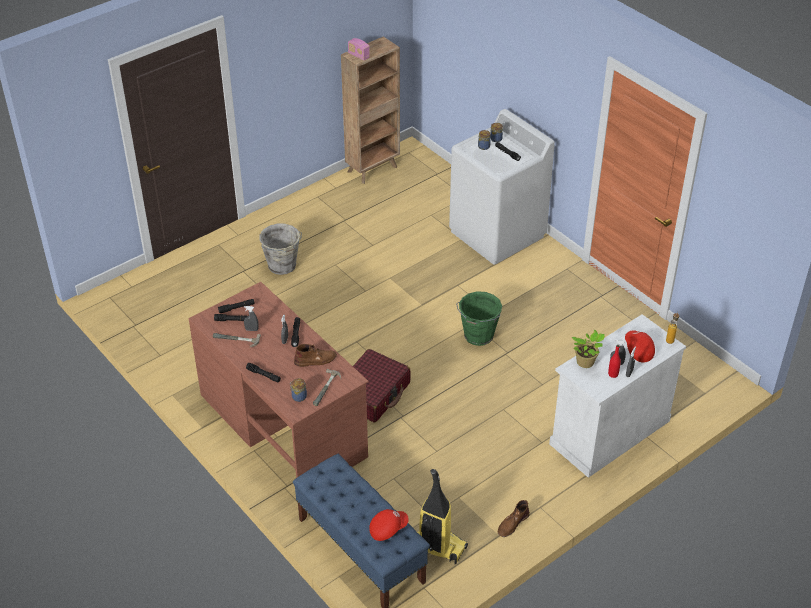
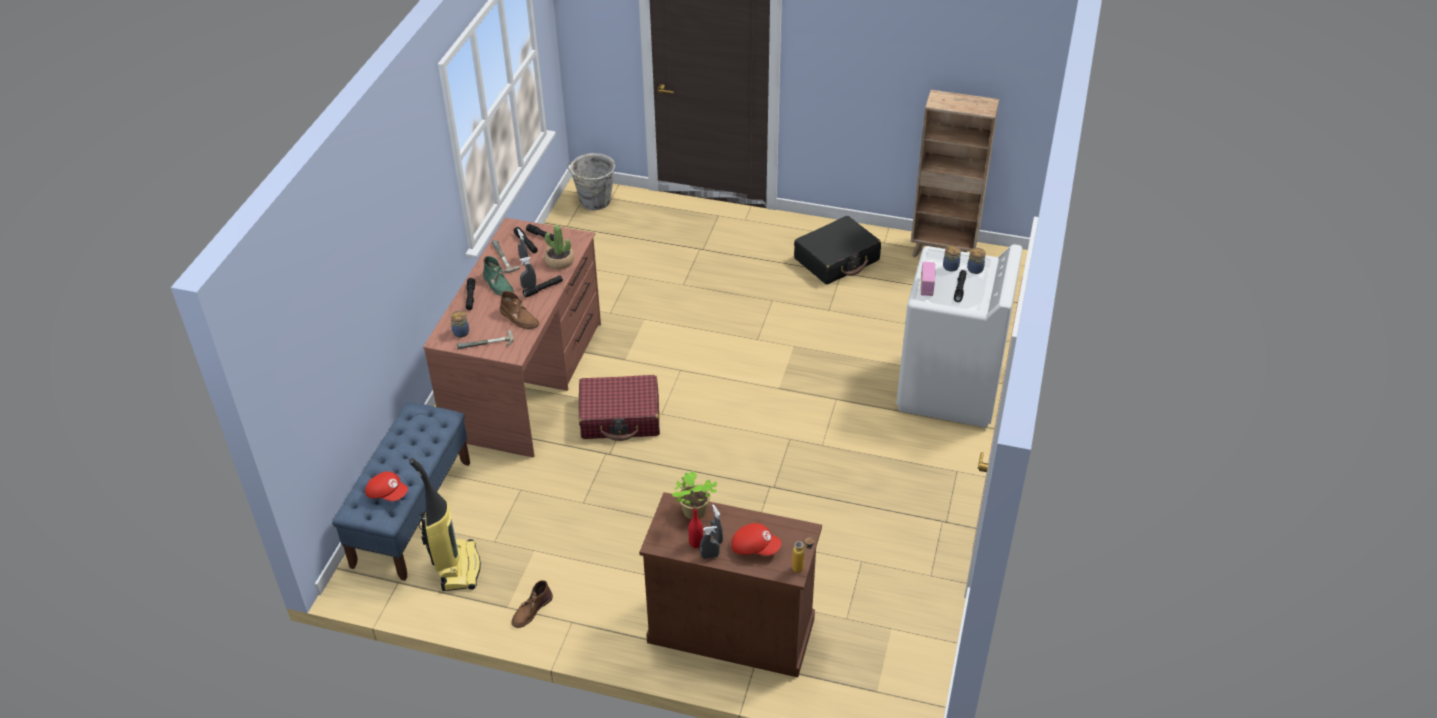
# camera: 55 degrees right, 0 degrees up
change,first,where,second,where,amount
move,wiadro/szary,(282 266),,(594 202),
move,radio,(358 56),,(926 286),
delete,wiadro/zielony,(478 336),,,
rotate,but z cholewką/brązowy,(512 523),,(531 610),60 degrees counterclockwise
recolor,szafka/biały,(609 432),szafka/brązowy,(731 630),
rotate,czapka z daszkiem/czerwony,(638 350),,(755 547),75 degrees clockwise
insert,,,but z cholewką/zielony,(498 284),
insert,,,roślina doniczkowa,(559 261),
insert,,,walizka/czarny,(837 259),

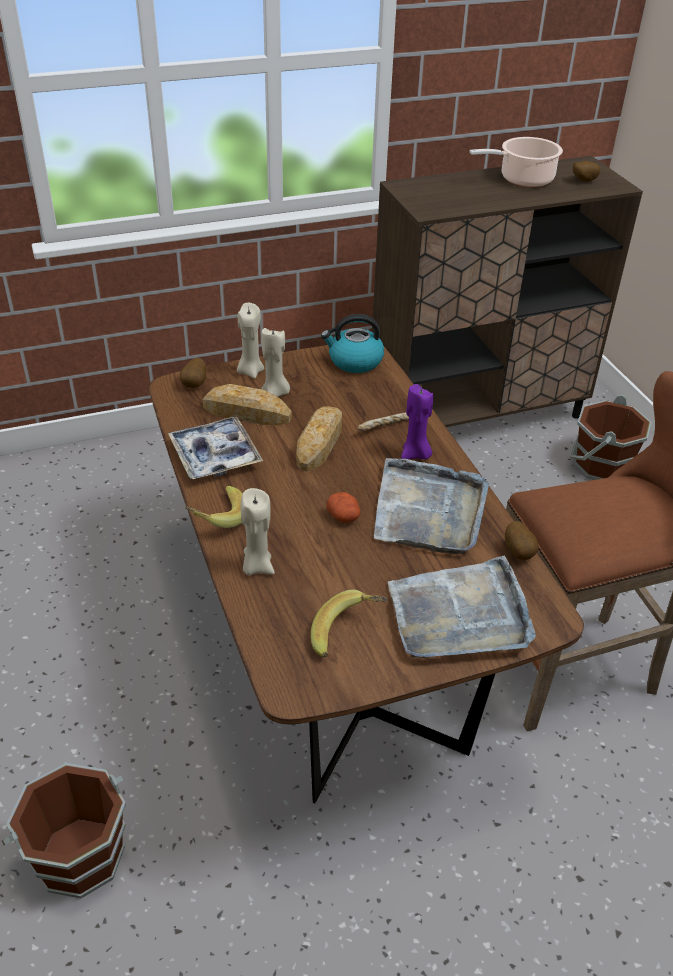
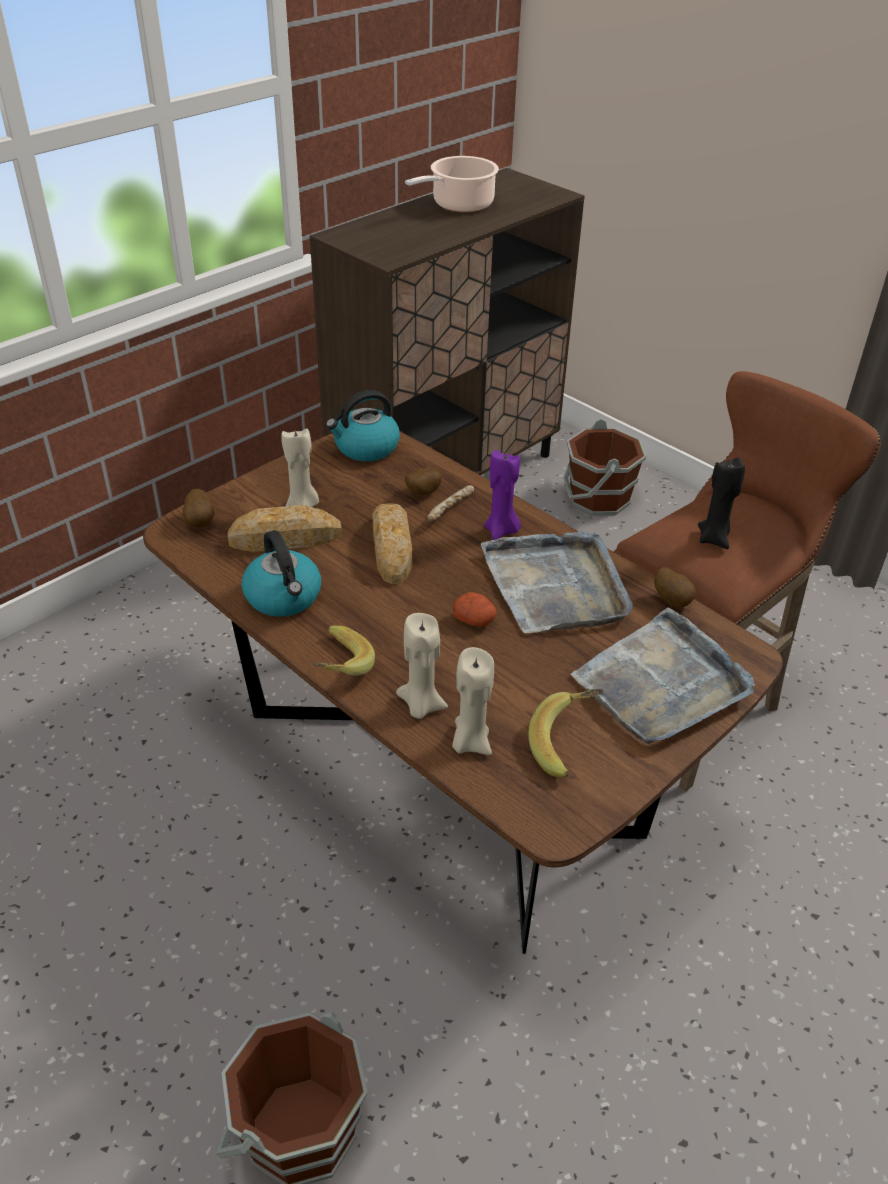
# camera: 25 degrees left, 0 degrees up
change,first,where,second,where,amount
replace,taca,(215 455),czajnik,(284 597),
move,świeca/beżowy,(250 371),,(470 742),
move,ziemniak,(583 181),,(422 493),
insert,,,świeca/czarny,(714 538),

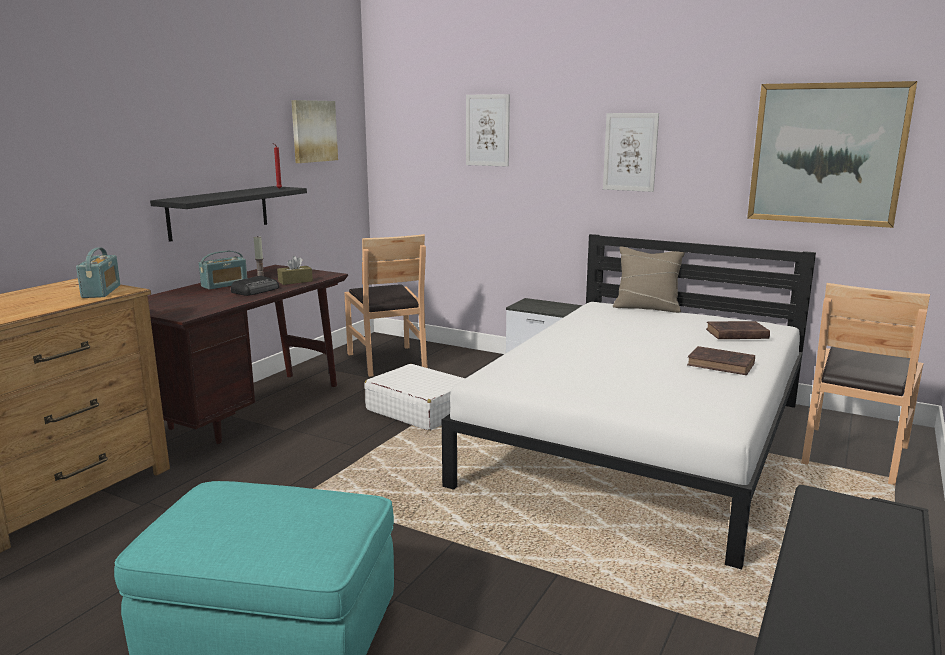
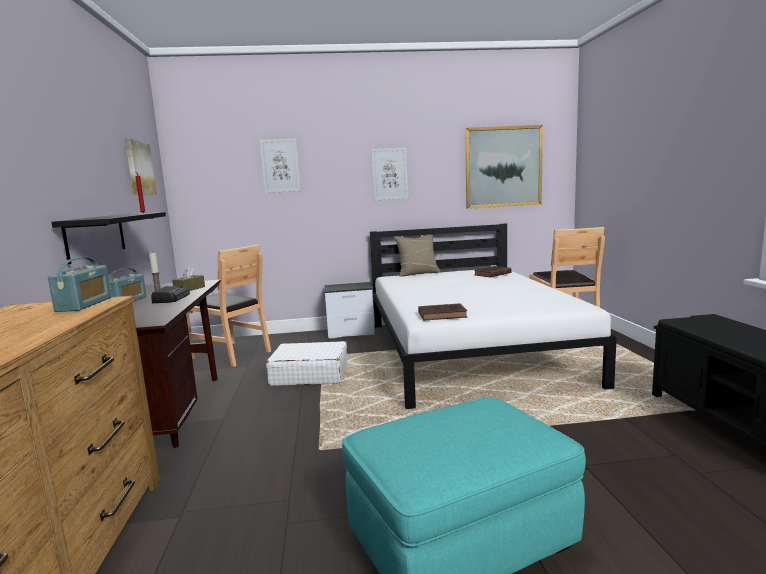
# camera: 35 degrees left, 5 degrees down
change,first,where,second,where,amount
rotate,radio,(101 291),,(84 304),45 degrees clockwise
move,książka/brązowy,(722 365),,(443 315),

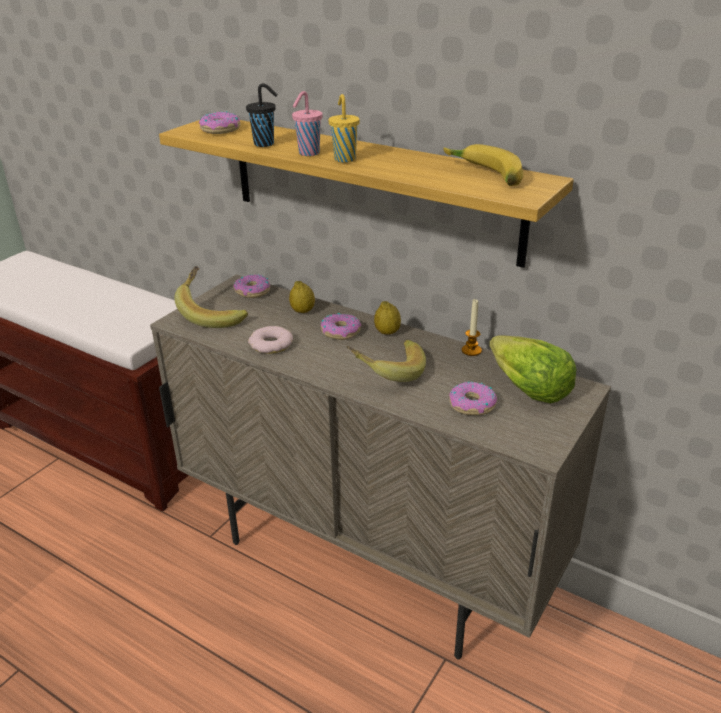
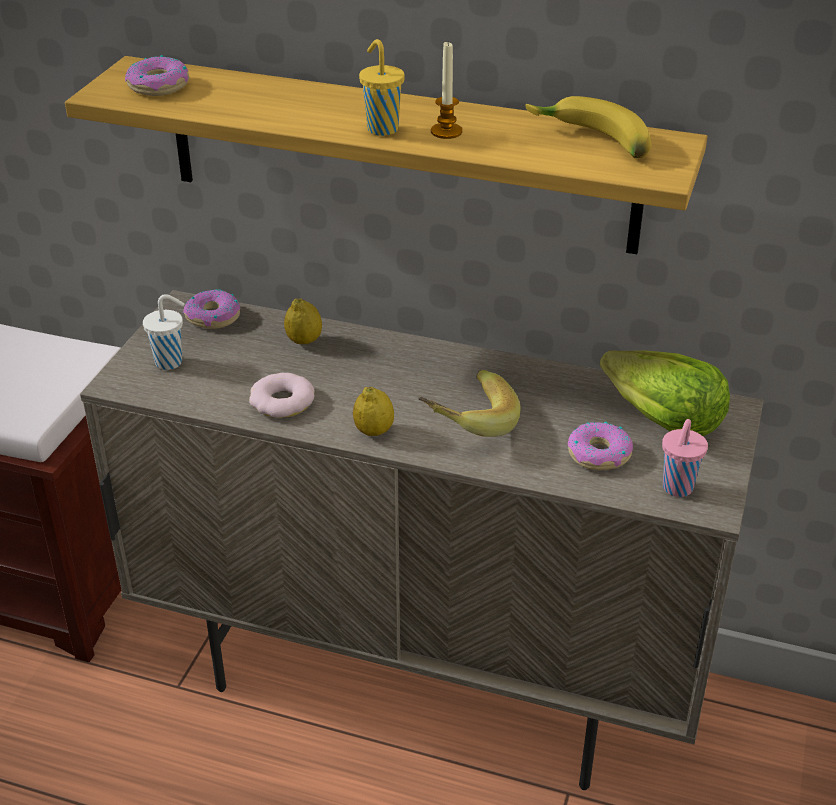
# camera: 15 degrees left, 5 degrees up
change,first,where,second,where,amount
replace,banan,(213 313),filiżanka/biały,(170 362),
delete,filiżanka/czarny,(265 144),,,
move,filiżanka/różowy,(308 153),,(677 489),
delete,donut,(340 332),,,
move,cytryna,(387 332),,(374 431),
move,świeca,(471 350),,(446 132),

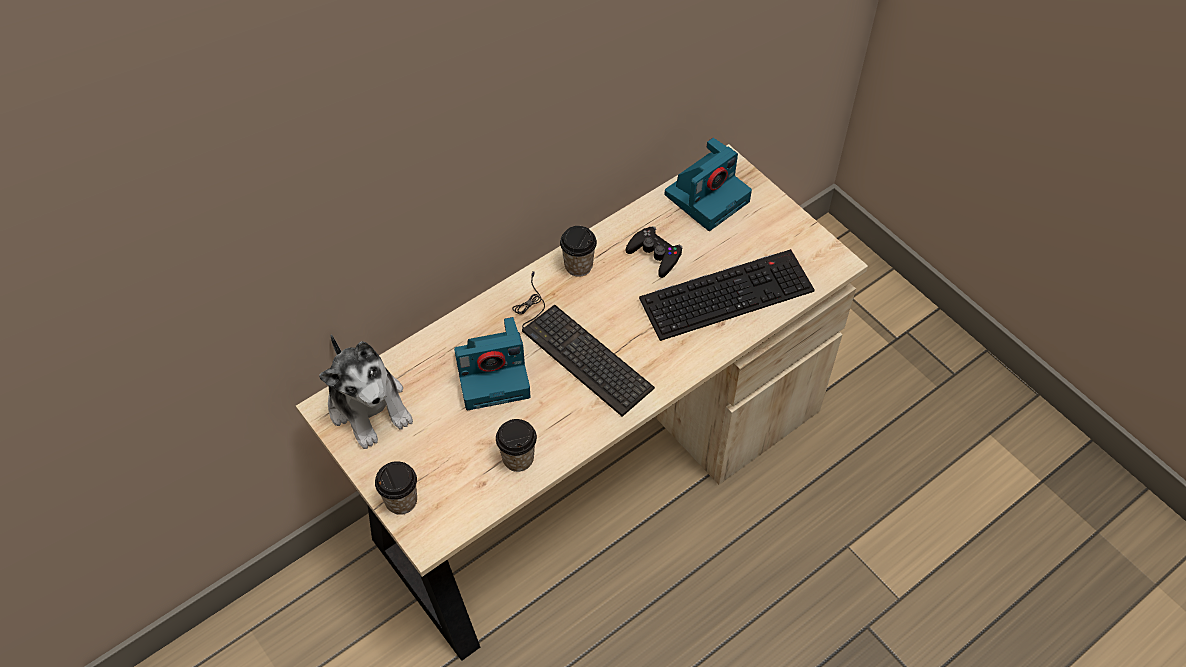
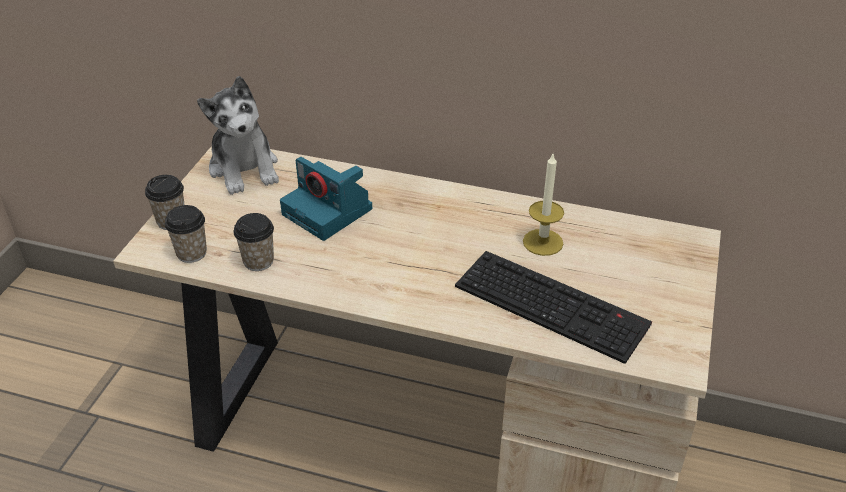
# camera: 55 degrees right, 15 degrees down
change,first,where,second,where,amount
rotate,pluszak,(369 405),,(245 168),45 degrees counterclockwise
delete,klawiatura,(576 347),,,
move,filiżanka,(578 266),,(191 253),
replace,pad do gier/czarny,(655 255),świeca,(543 242),
delete,aparat fotograficzny,(707 196),,,

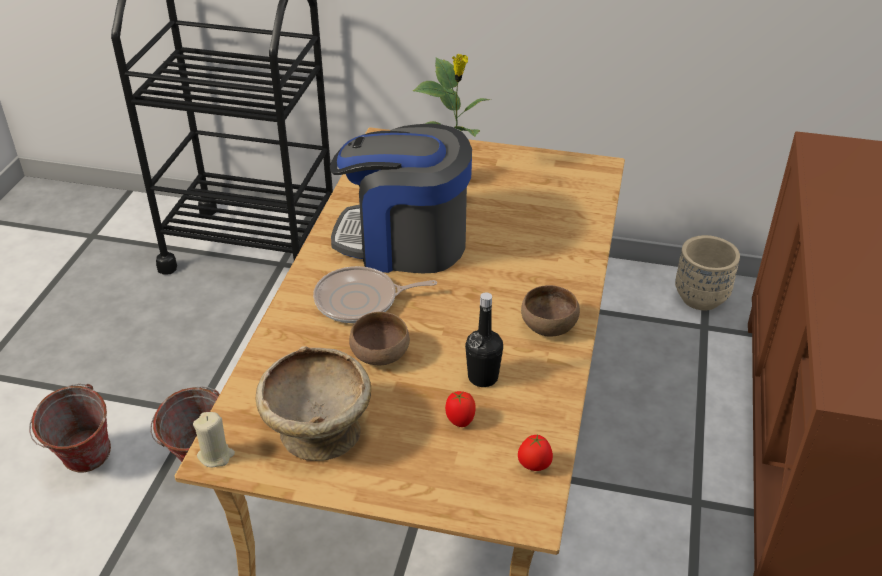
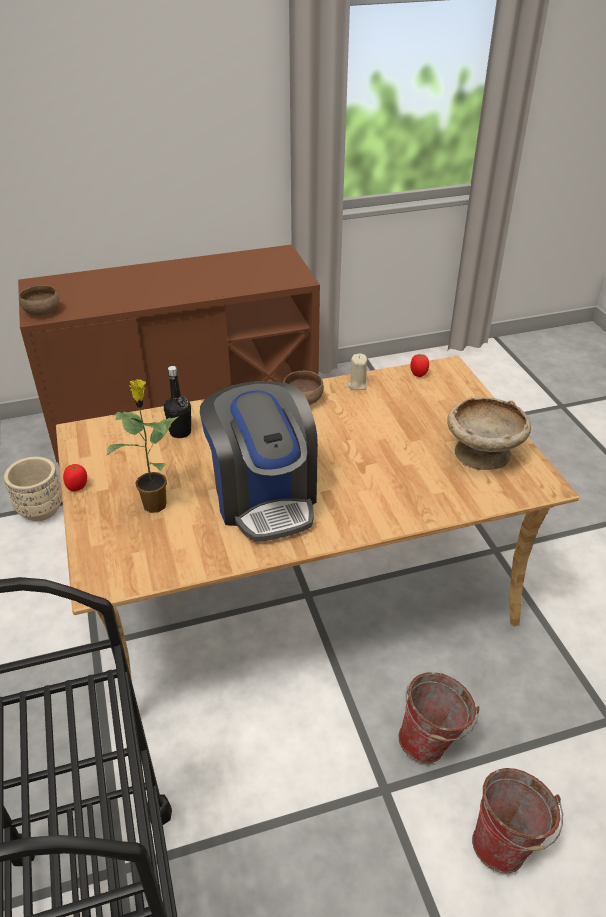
# camera: 120 degrees left, 0 degrees up
change,first,where,second,where,amount
move,świeca/beżowy,(216 455),,(357 385),
delete,patelnia,(360 301),,,
move,miska/brązowy,(381 355),,(42 311),
move,pomidor,(460 420),,(78 487),
move,butelka/czarny,(483 377),,(180 432),

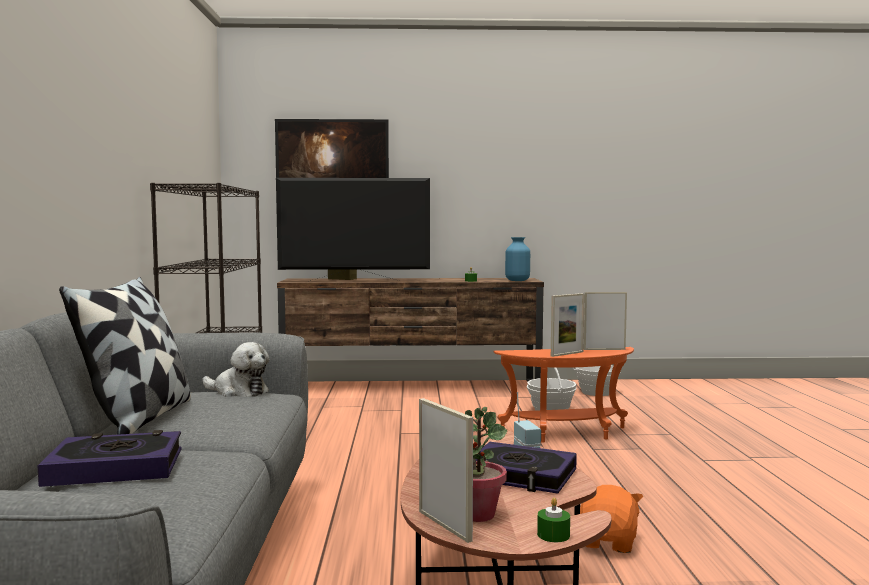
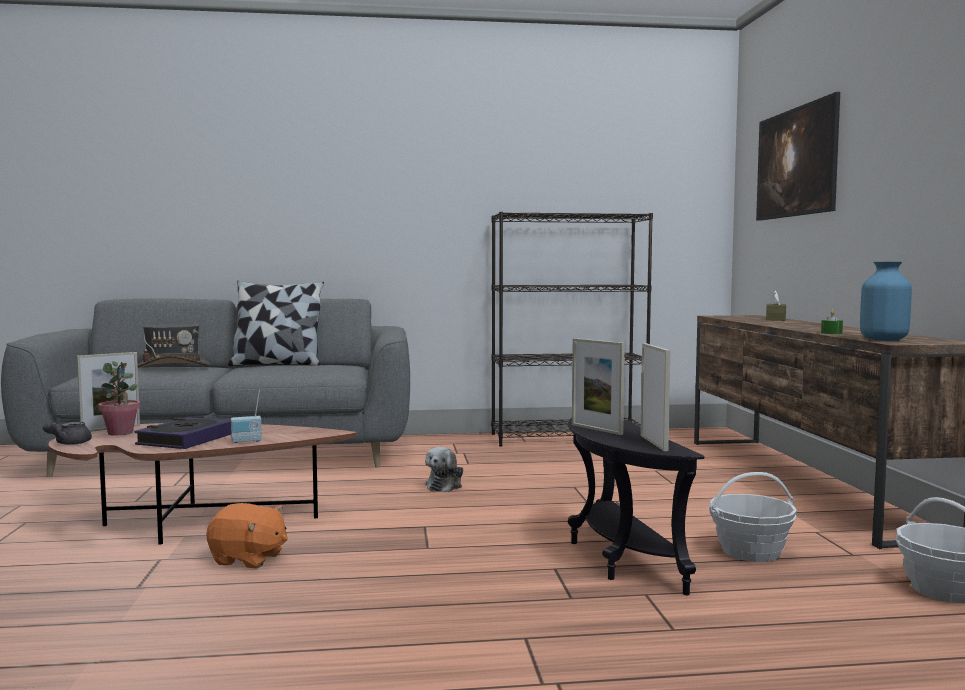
# camera: 85 degrees right, 0 degrees up
change,first,where,second,where,amount
replace,książka,(115 468),kapelusz/szary,(173 367),
move,pluszak,(238 392),,(445 485),
delete,telewizor,(354 281),,,
recolor,stolik/pomarańczowy,(568 435),stolik/czarny,(617 557),
replace,świeca/zielony,(553 535),imbryk/szary,(68 443),

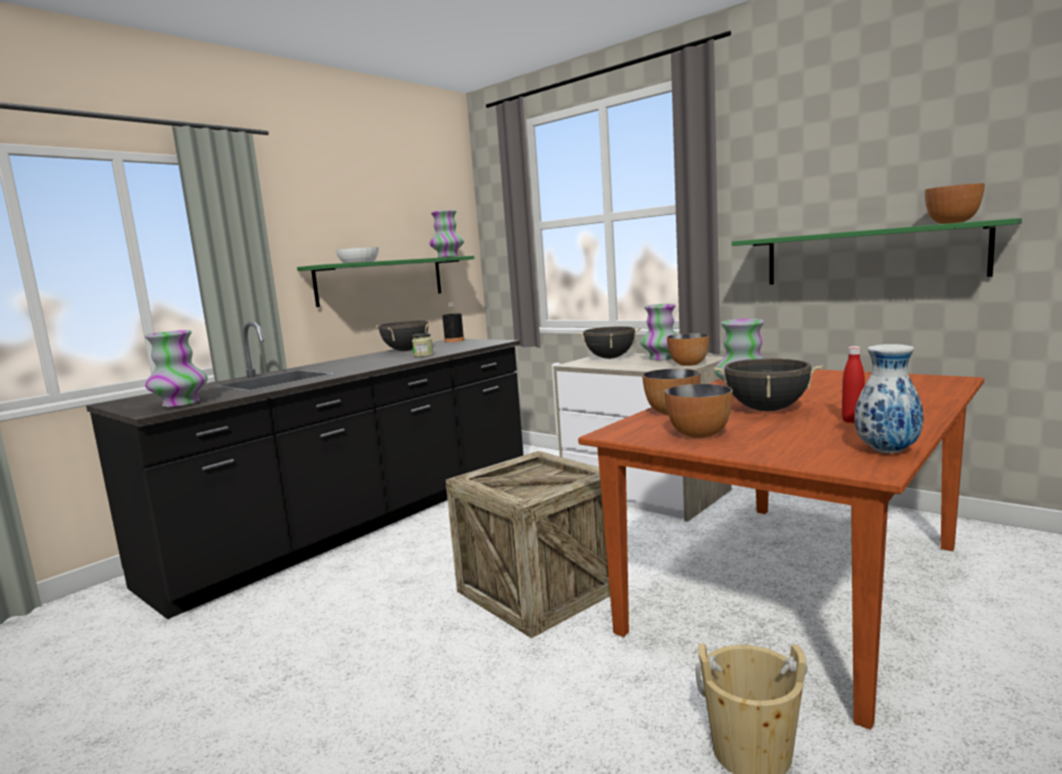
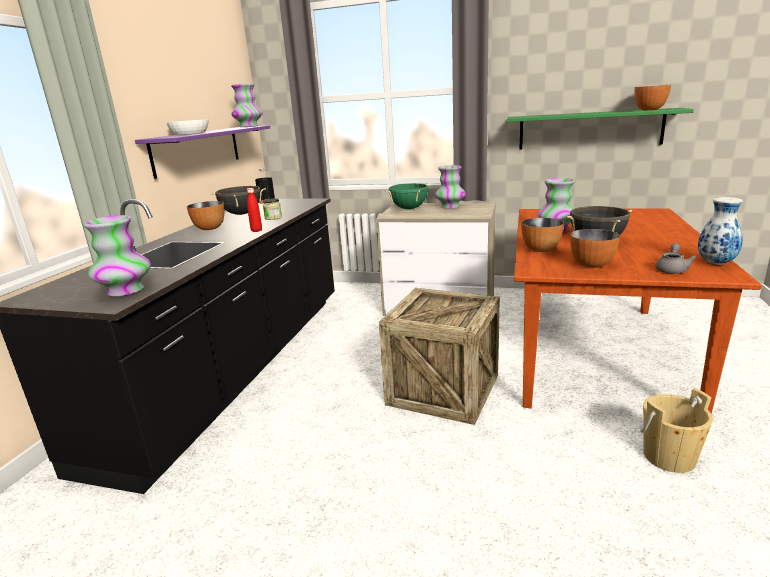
# camera: 25 degrees left, 10 degrees up
change,first,where,second,where,amount
recolor,półka/zielony,(381 281),półka/fioletowy,(197 150),
recolor,garnek/czarny,(610 358),garnek/zielony,(409 208),
move,miska,(688 364),,(209 228),
move,butelka/czerwony,(852 421),,(256 230),
insert,,,imbryk/szary,(672 269),

